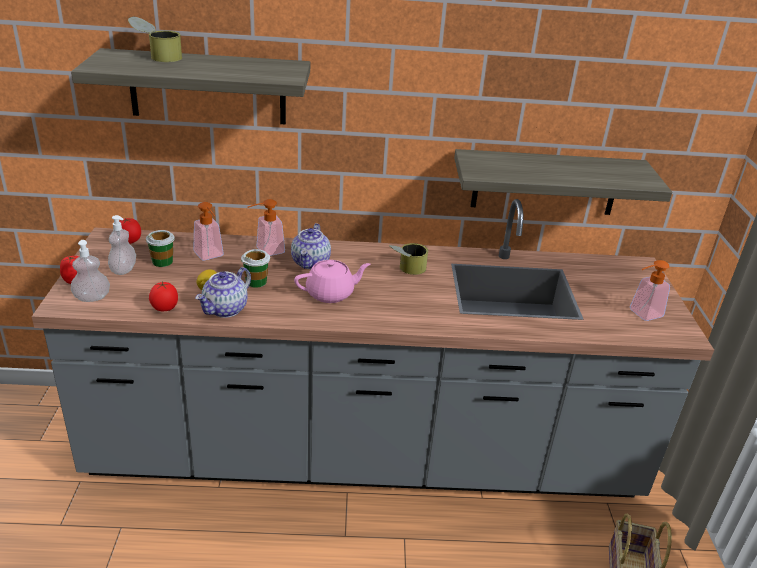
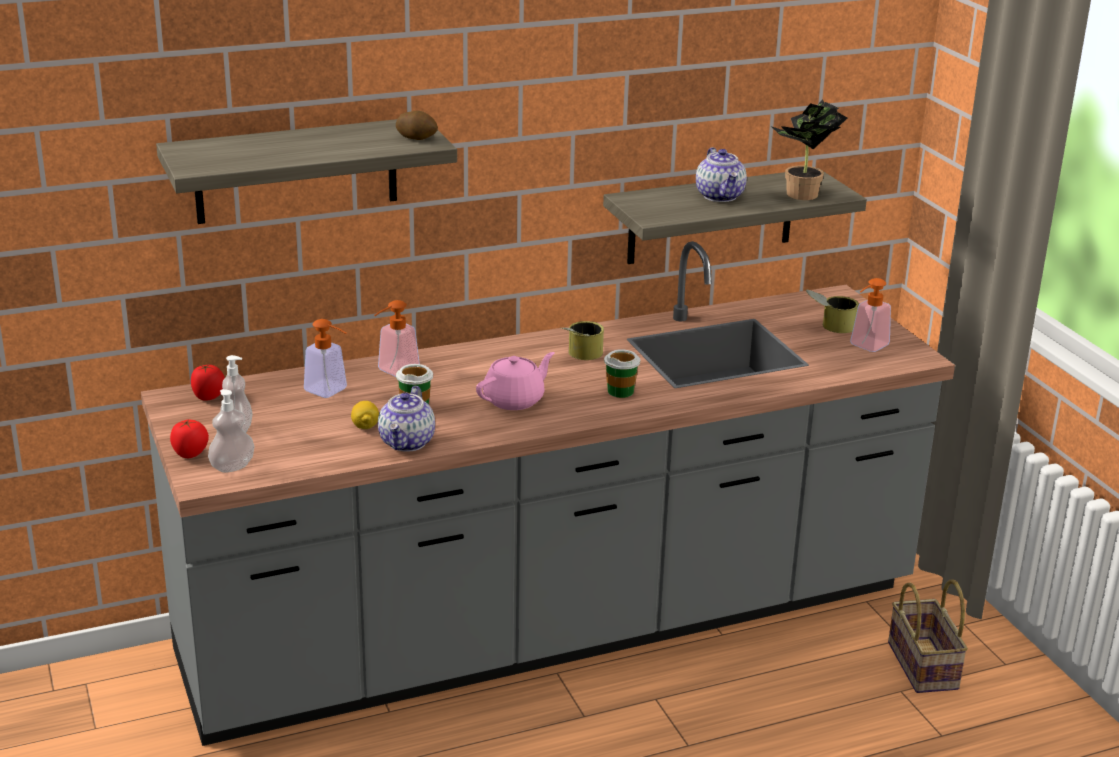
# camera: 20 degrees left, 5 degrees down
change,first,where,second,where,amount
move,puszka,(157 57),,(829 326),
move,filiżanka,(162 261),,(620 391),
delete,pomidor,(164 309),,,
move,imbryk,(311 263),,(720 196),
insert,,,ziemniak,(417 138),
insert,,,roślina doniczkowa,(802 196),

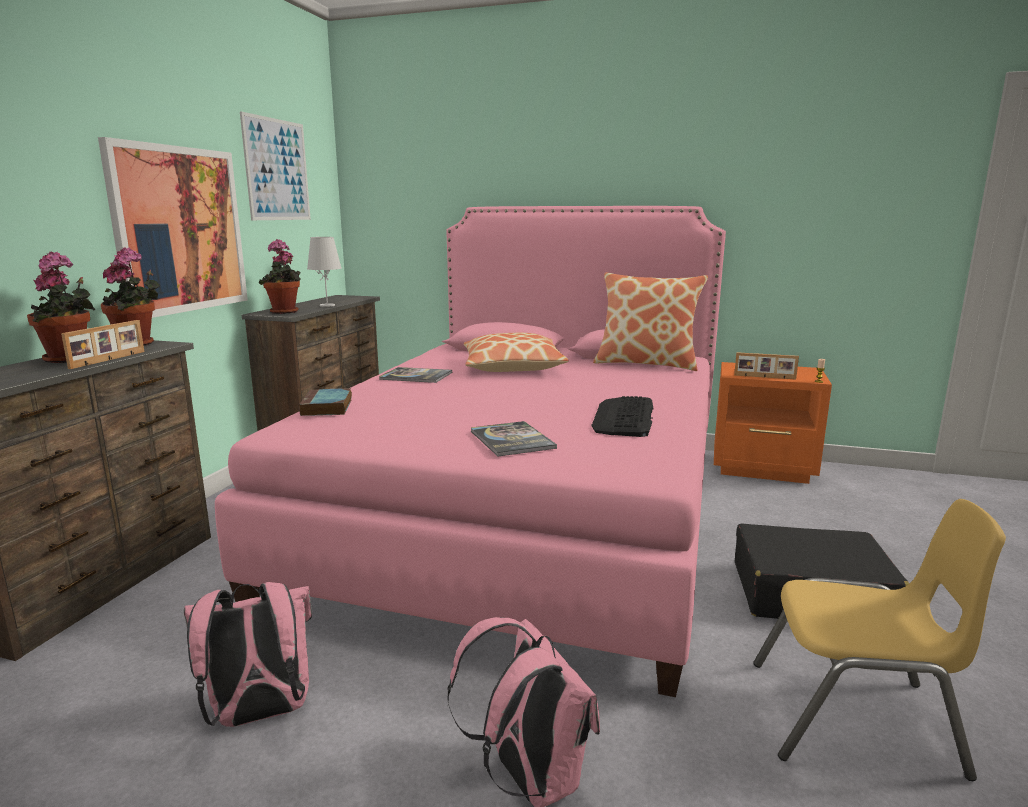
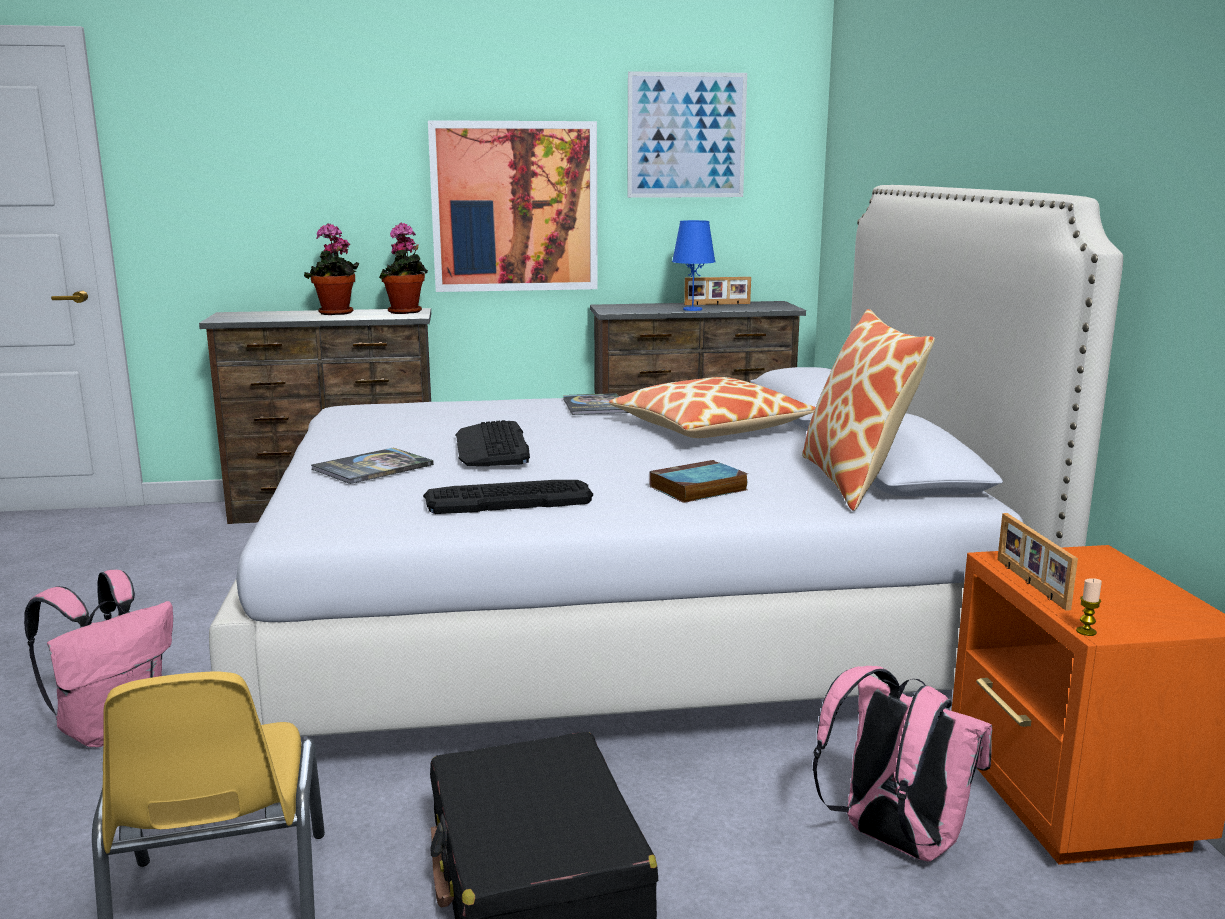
# camera: 65 degrees right, 0 degrees up
change,first,where,second,where,amount
move,ramka na zdjęcie,(109 360),,(717 304),
move,plecak/różowy,(260 714),,(893 841),
recolor,łóżko/różowy,(525 511),łóżko/biały,(625 627),
delete,roślina doniczkowa,(285 312),,,
move,książka,(327 407),,(697 489),
recolor,lampa stołowa/biały,(327 305),lampa stołowa/niebieski,(692 309),
insert,,,klawiatura,(492 446),

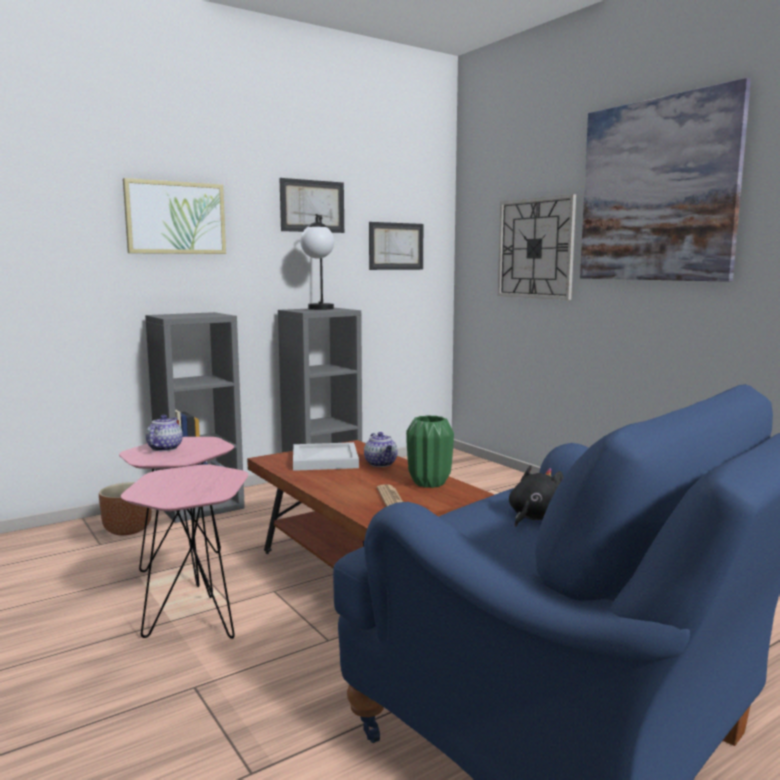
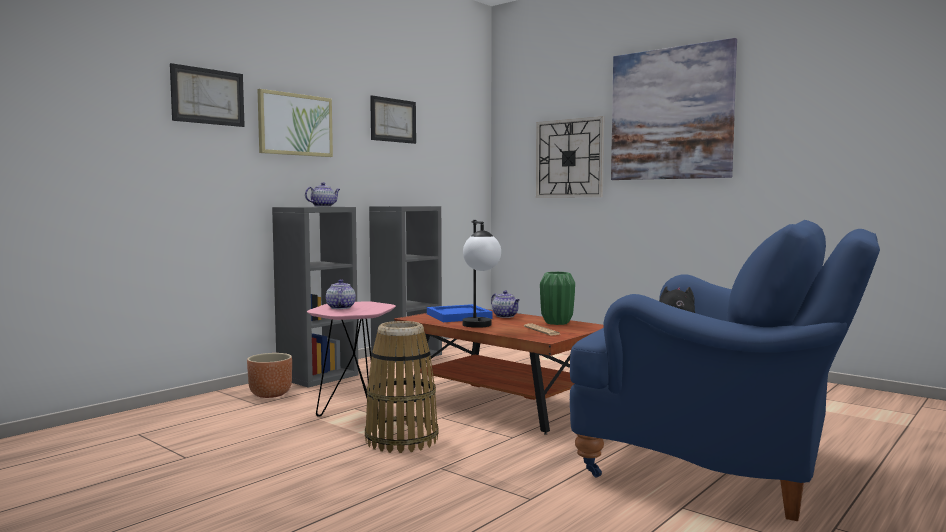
# camera: 15 degrees left, 5 degrees down
change,first,where,second,where,amount
replace,stolik/różowy,(195 625),koszyk,(401 439),
recolor,taca/biały,(324 460),taca/niebieski,(458 316),
move,lampa stołowa,(319 309),,(480 327),
move,obraz,(396 246),,(208 96),
insert,,,imbryk,(323 206),

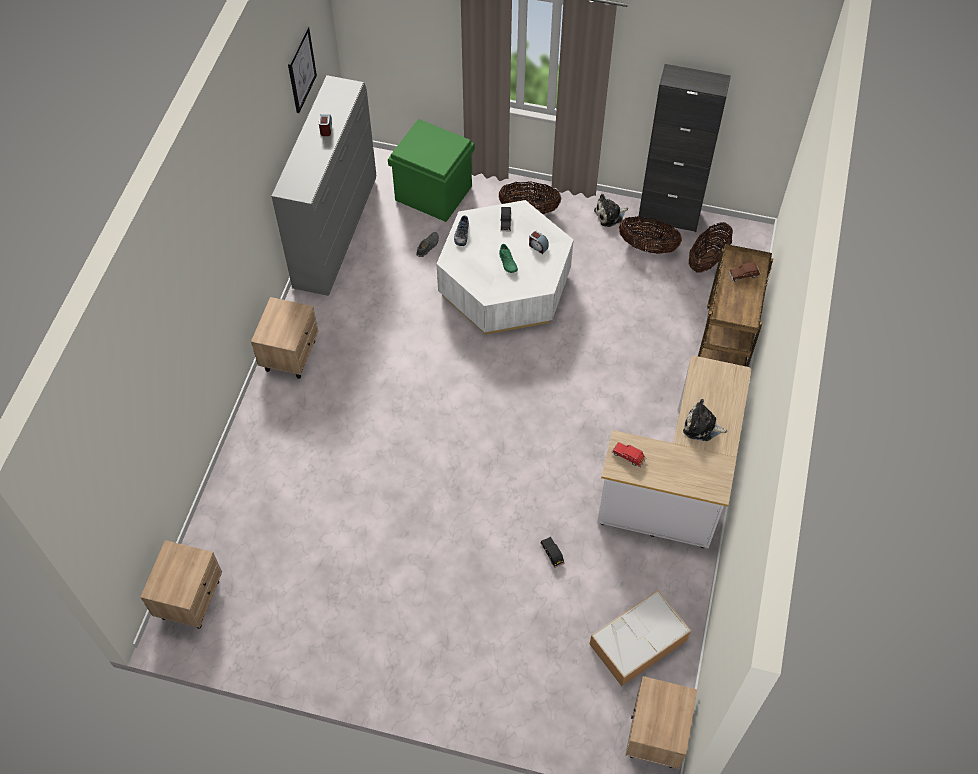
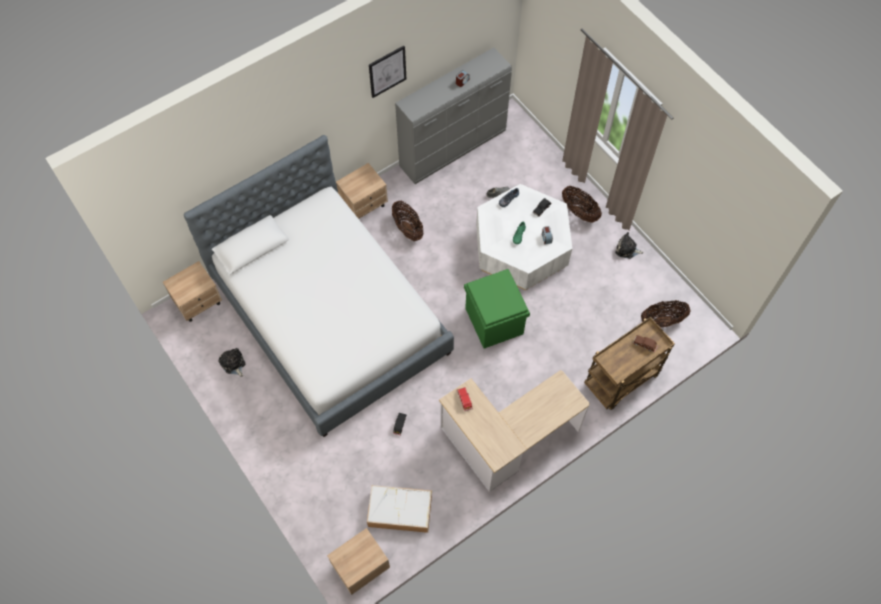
# camera: 40 degrees right, 5 degrees up
change,first,where,second,where,amount
move,obraz,(301 69),,(387 71),
move,pojemnik do przechowywania/zielony,(432 193),,(493 320),
move,koszyk,(647 247),,(408 228),
delete,szafka/czarny,(669 216),,,
move,pluszak,(702 427),,(233 364),
insert,,,łóżko,(330 315),

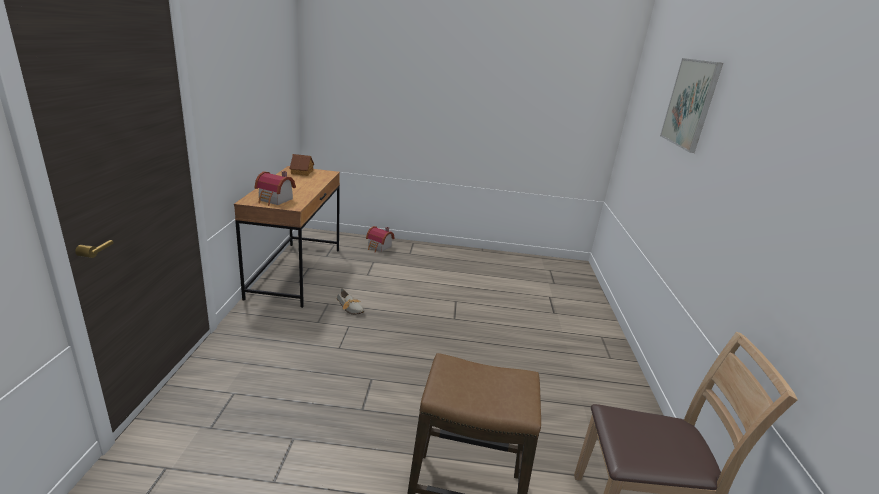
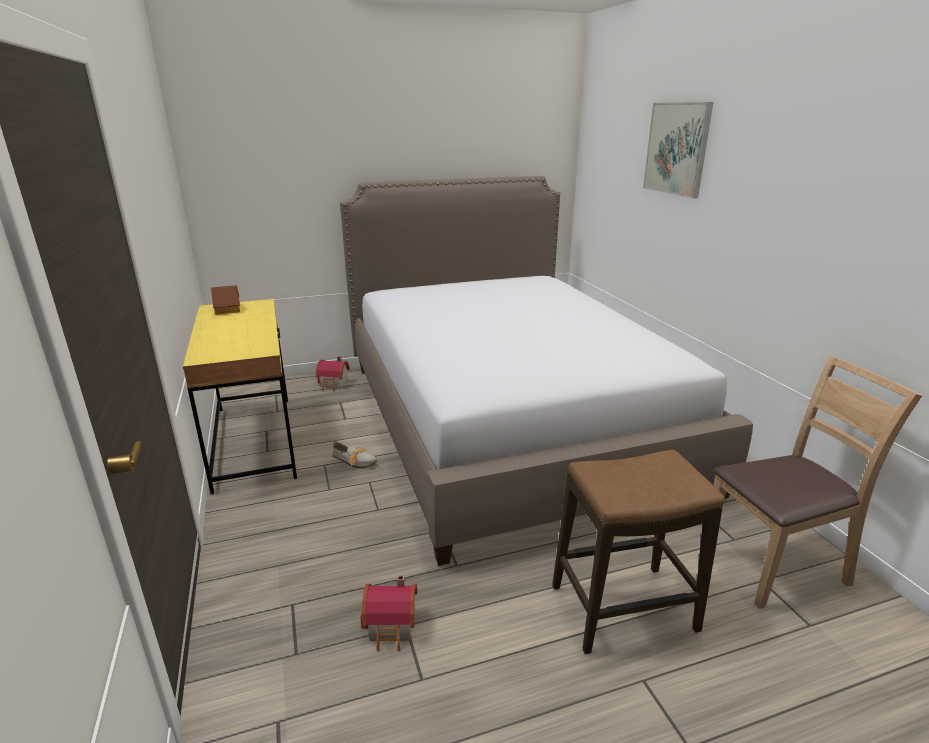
# camera: 20 degrees left, 0 degrees up
change,first,where,second,where,amount
recolor,biurko/brązowy,(296 272),biurko/żółty,(254 441),
move,domek,(275 200),,(393 627),
insert,,,łóżko,(508 421),

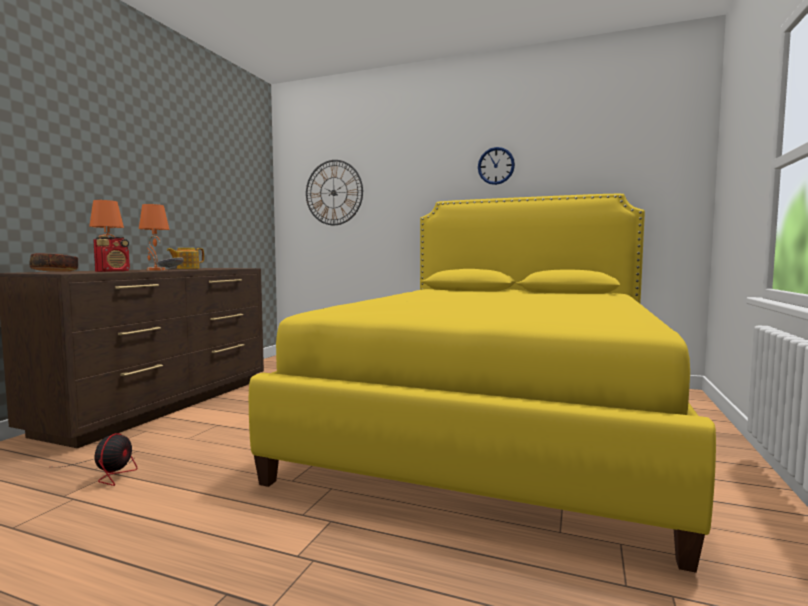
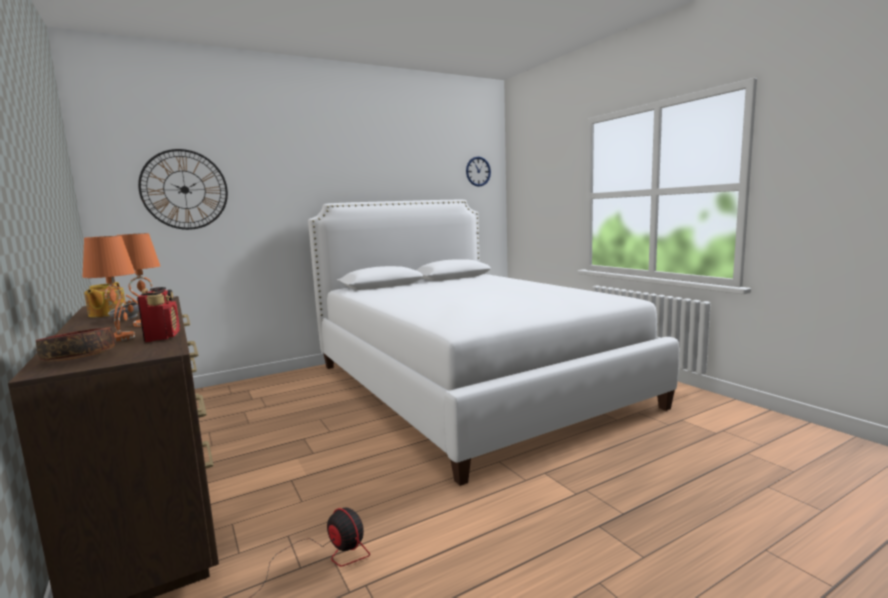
# camera: 50 degrees left, 5 degrees up
change,first,where,second,where,amount
recolor,łóżko/żółty,(497 421),łóżko/biały,(470 384),
move,zegar ścienny,(496 166),,(478 171),

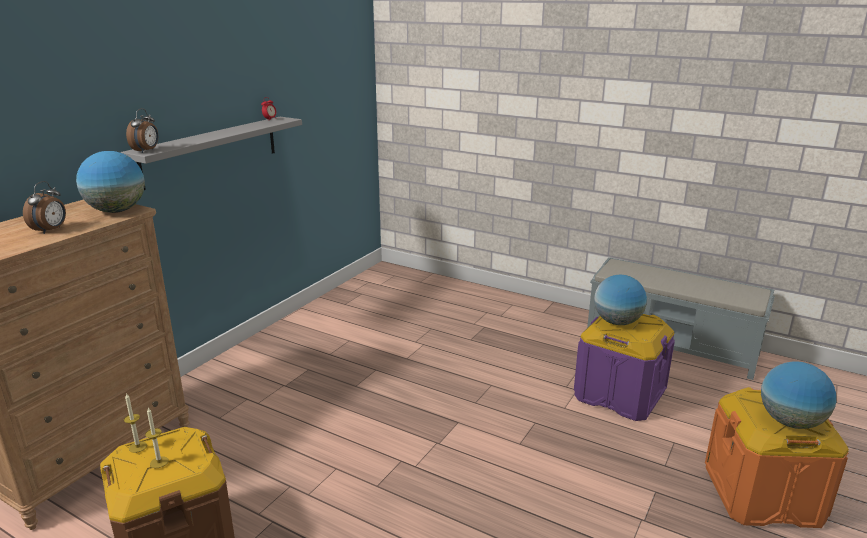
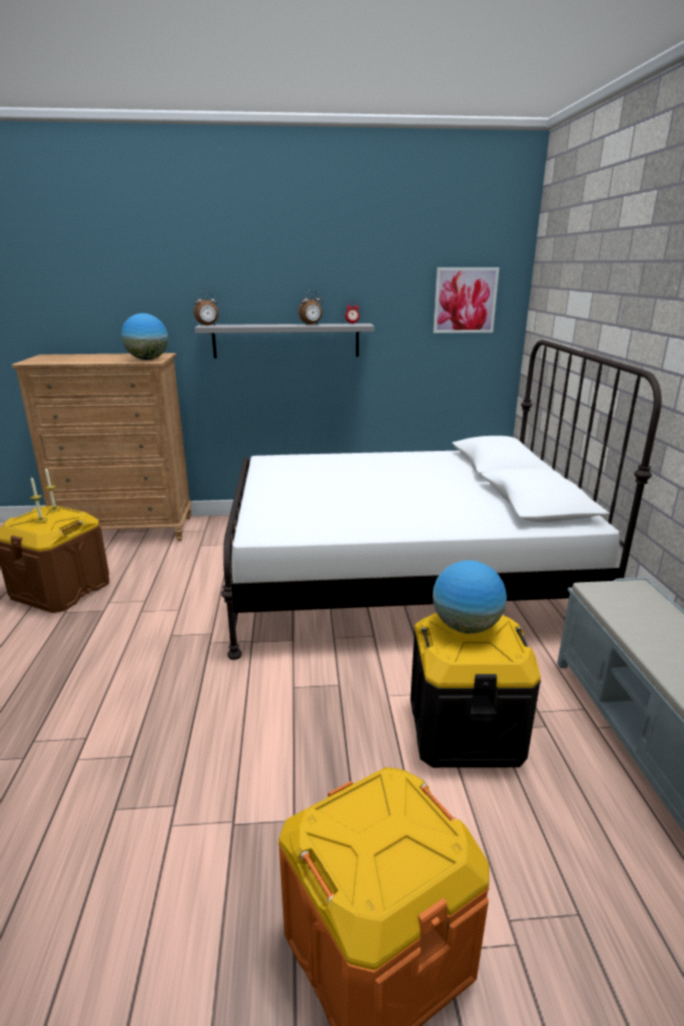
# camera: 55 degrees right, 0 degrees up
change,first,where,second,where,amount
move,budzik,(51 230),,(311 324),
recolor,pojemnik do przechowywania/fioletowy,(619 394),pojemnik do przechowywania/czarny,(465 729),
delete,globus,(790 422),,,
insert,,,łóżko/biały,(401 577),
insert,,,obraz,(465 300),

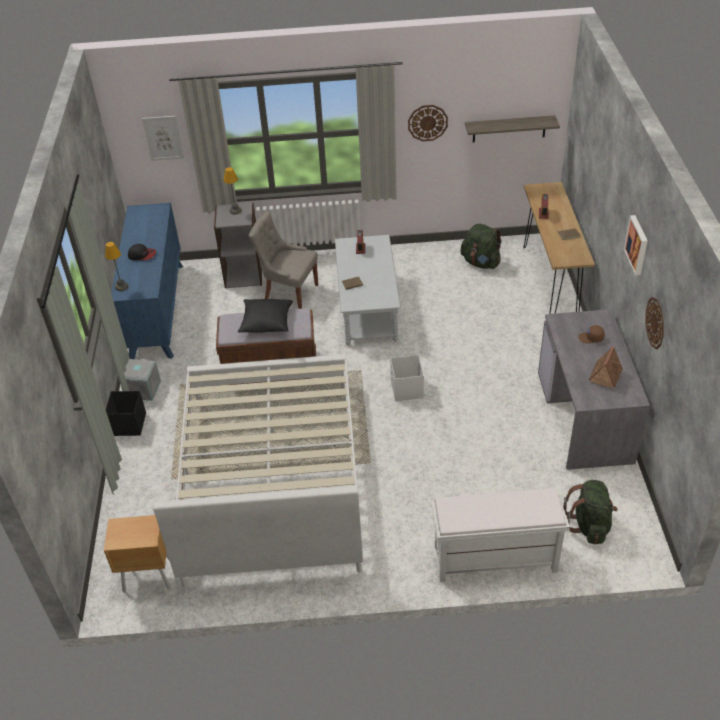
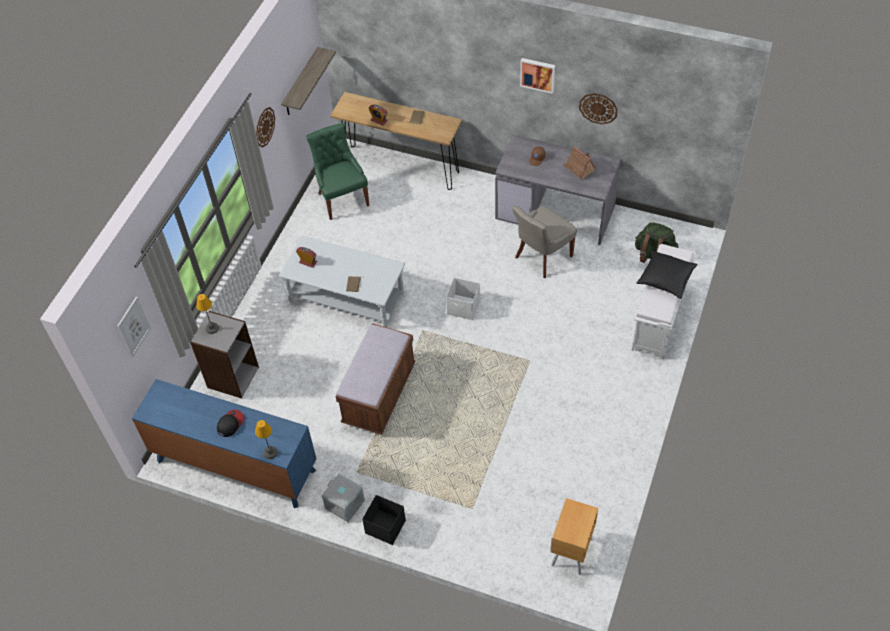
# camera: 65 degrees left, 10 degrees up
change,first,where,second,where,amount
delete,łóżko/biały,(270 476),,,
move,poduszka/czarny,(266 322),,(666 279),
move,krzesło/szary,(289 294),,(542 257),
replace,plecak/zielony,(480 262),krzesło/zielony,(342 198),

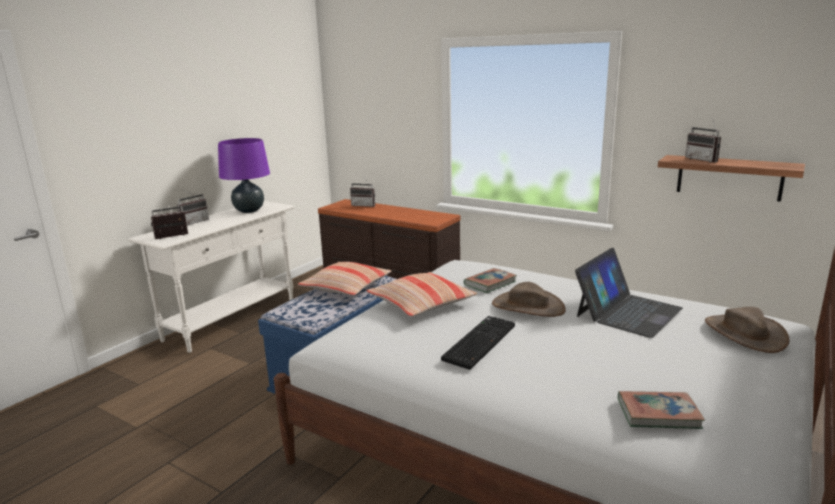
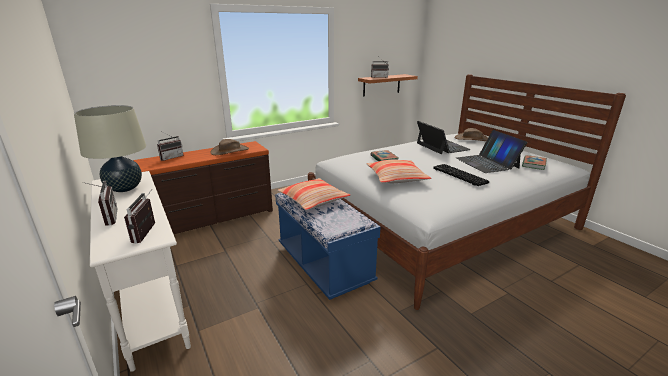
# camera: 65 degrees left, 5 degrees up
change,first,where,second,where,amount
recolor,lampa stołowa/fioletowy,(249 211),lampa stołowa/beżowy,(124 188),
move,kapelusz/brązowy,(527 306),,(230 151),
insert,,,laptop,(487 163),

